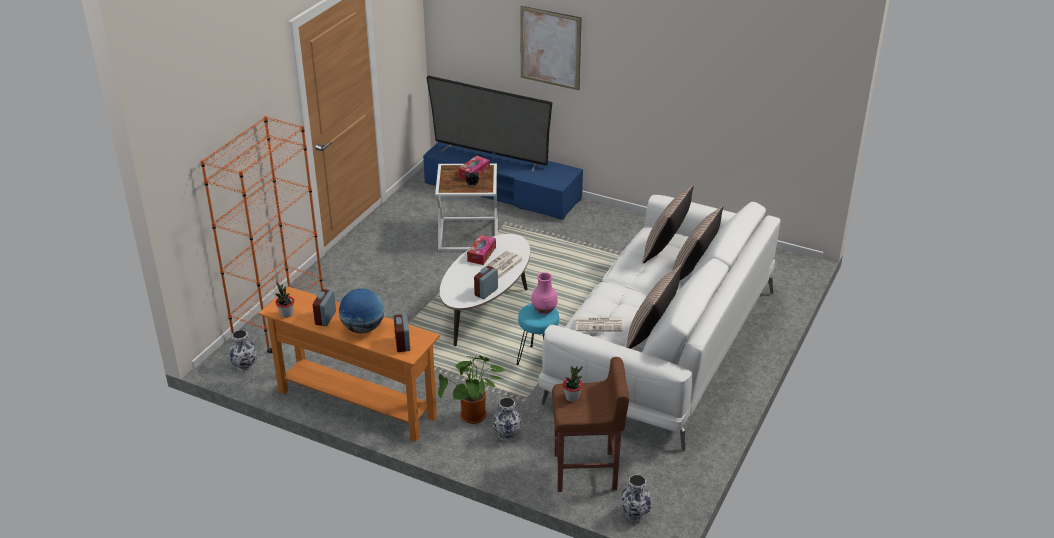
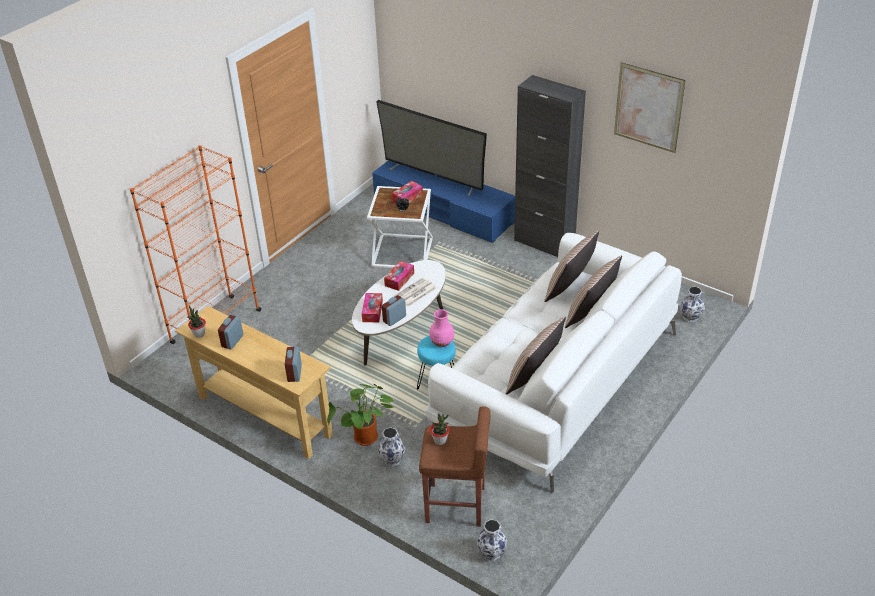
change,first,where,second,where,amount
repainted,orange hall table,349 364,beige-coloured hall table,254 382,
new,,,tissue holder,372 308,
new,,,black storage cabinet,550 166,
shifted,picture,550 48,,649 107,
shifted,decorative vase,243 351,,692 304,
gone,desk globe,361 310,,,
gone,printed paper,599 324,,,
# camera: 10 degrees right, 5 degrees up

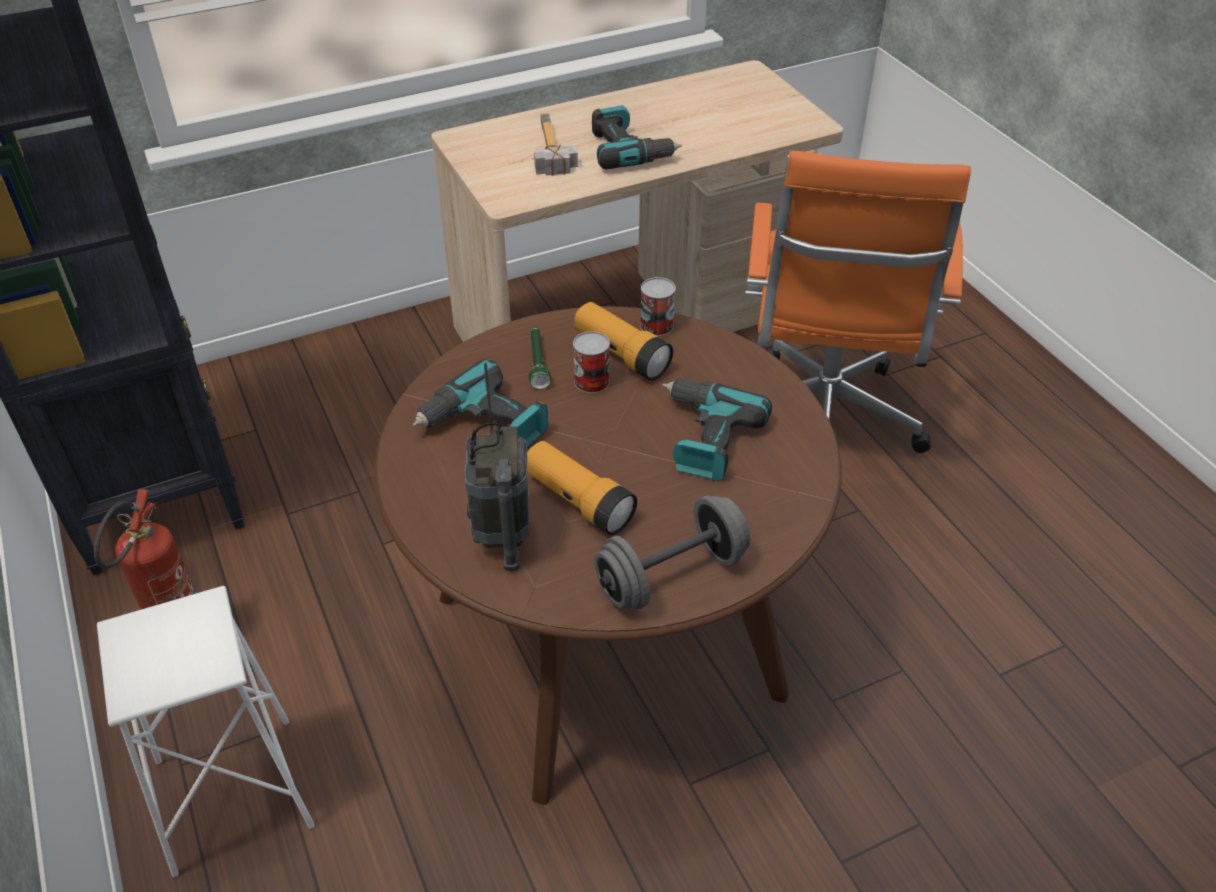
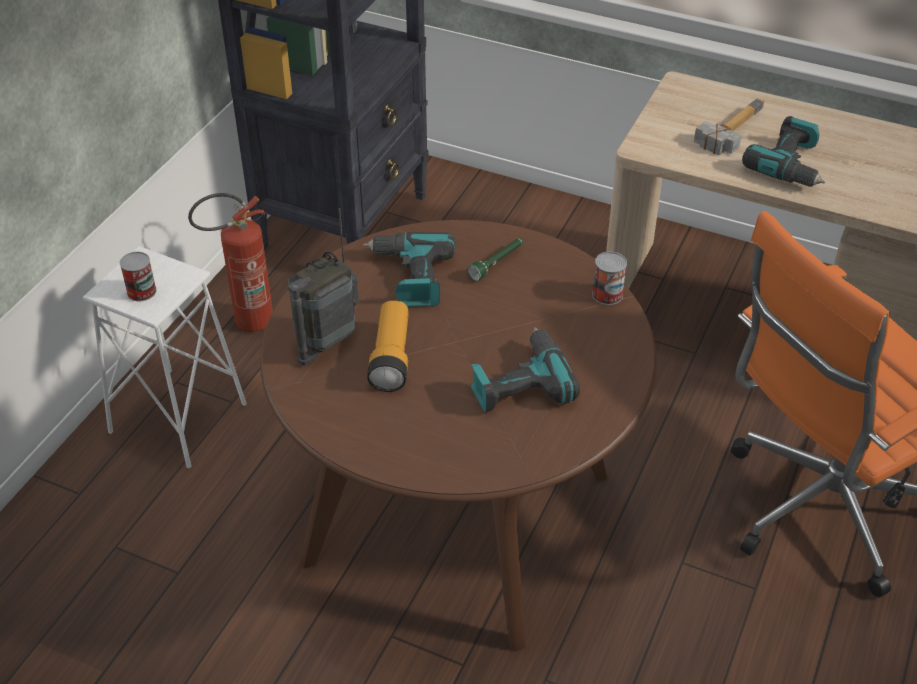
change,first,where,second,where,amount
shifted,metal can,591 362,,138 276,
gone,hand torch,623 341,,,
gone,grey free weight,672 552,,,
# camera: 50 degrees right, 0 degrees up

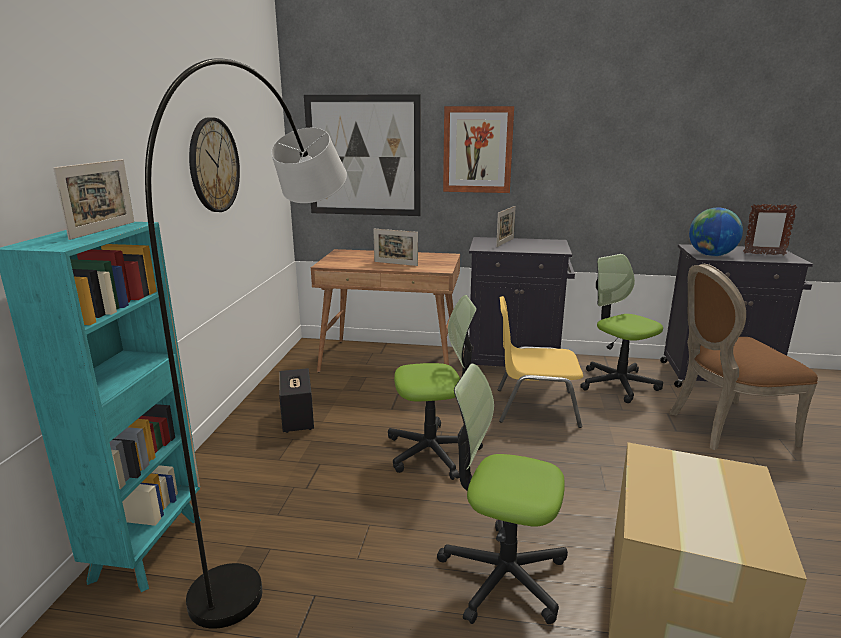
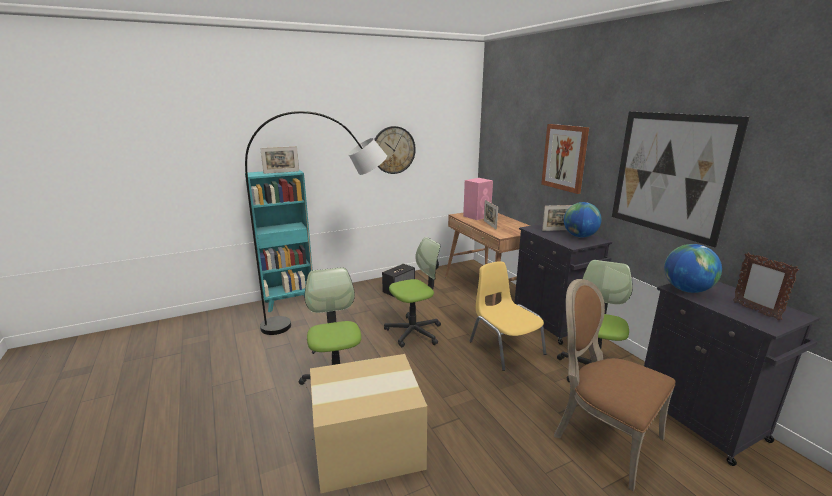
change,first,where,second,where,amount
rotated,office chair,435 387,,412 292,75 degrees counterclockwise
new,,,pink loudspeaker,478 199,
new,,,desk globe,582 220,
shifted,picture,362 155,,681 179,
# camera: 55 degrees right, 0 degrees up

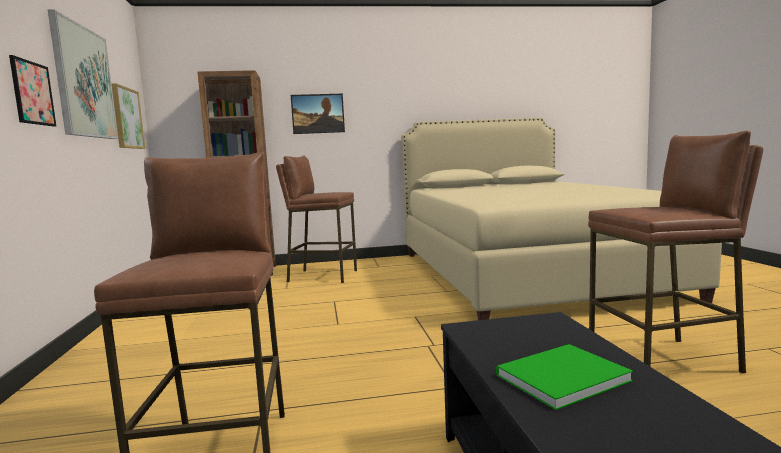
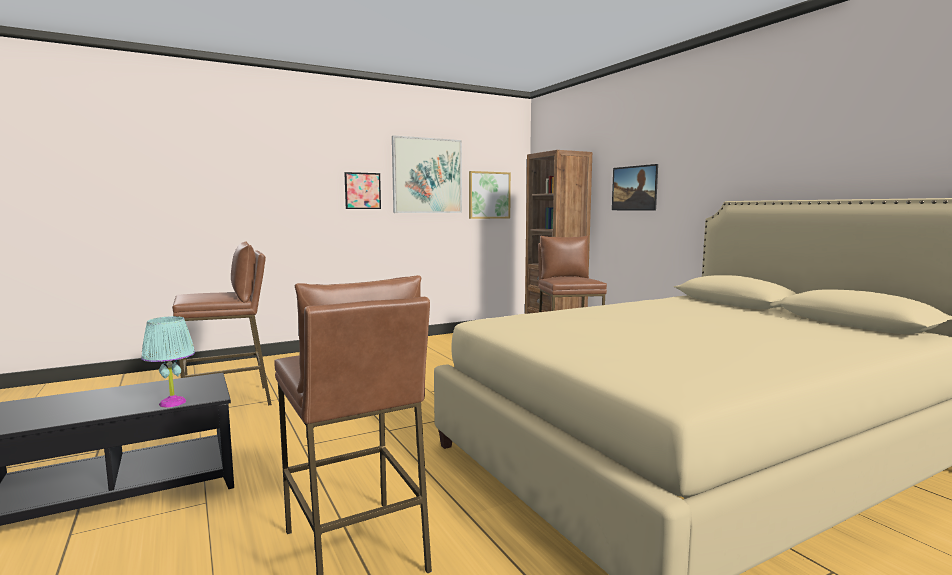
change,first,where,second,where,amount
new,,,blue-green lamp for a table,168 362,
gone,green-coloured volume,564 377,,,
# camera: 70 degrees right, 0 degrees up

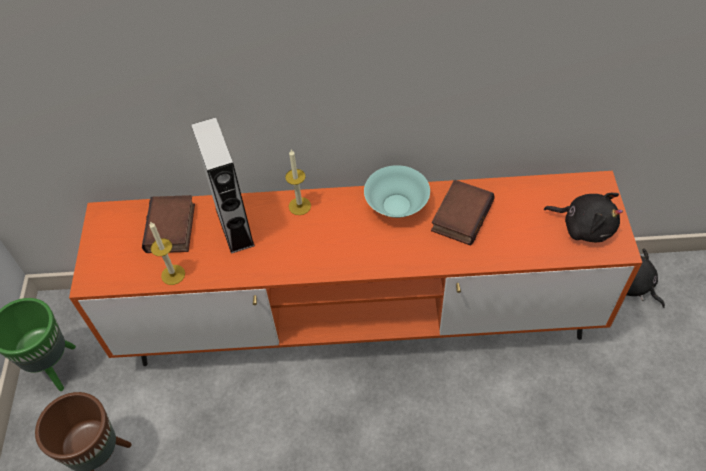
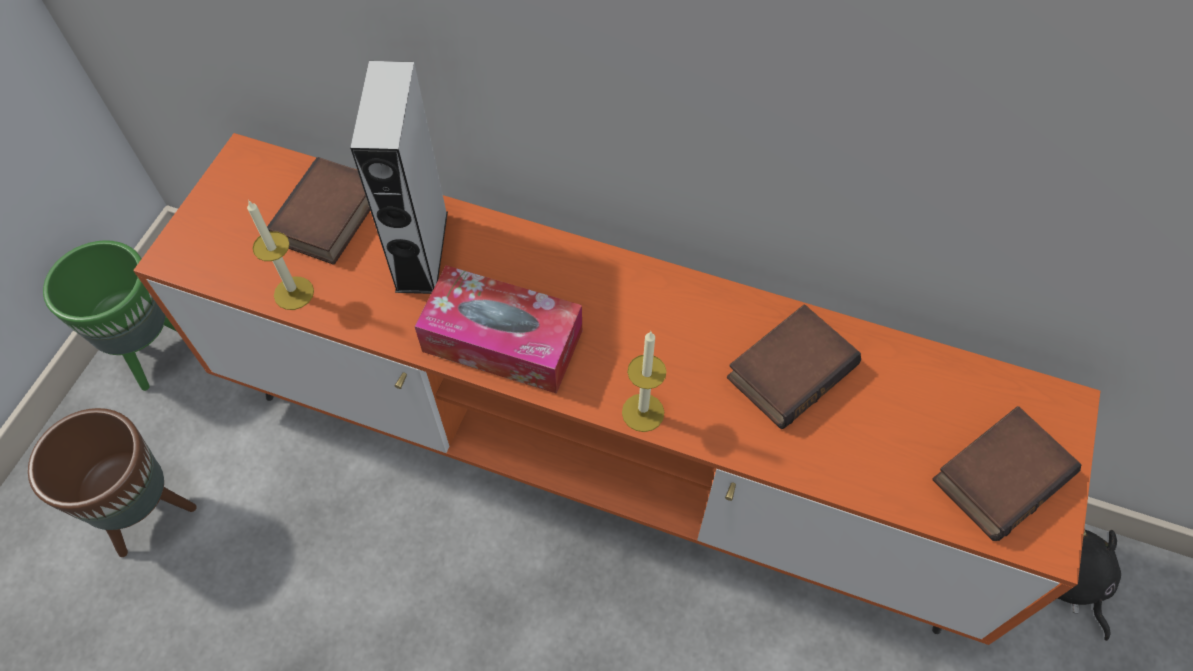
change,first,where,second,where,amount
new,,,tissue holder,498 329,
shifted,wax candle,298 182,,644 381,
swapped,black plush toy,583 217,volume,1006 473,
gone,blue-green serving bowl,397 191,,,
# camera: 20 degrees right, 5 degrees up

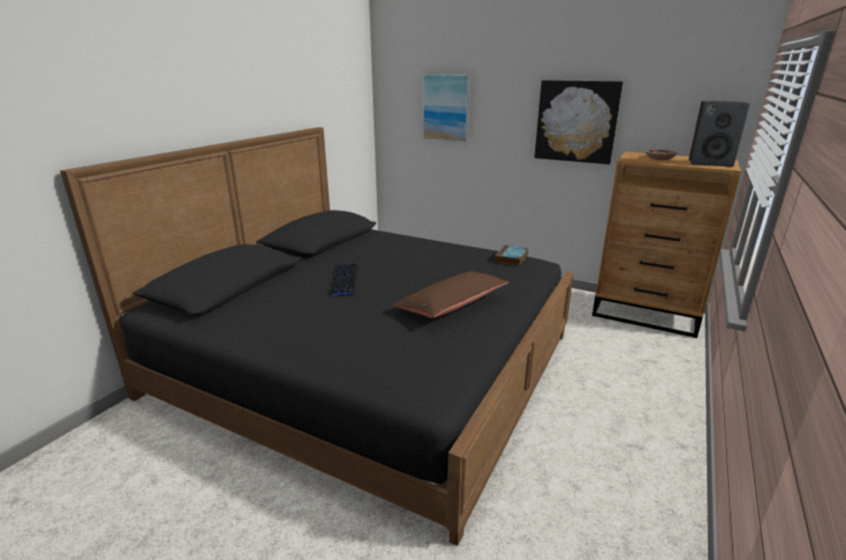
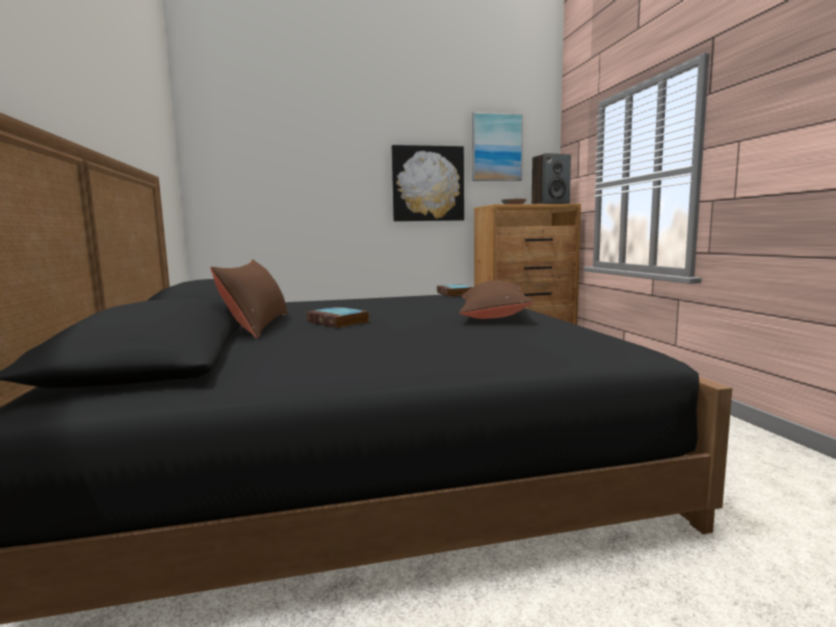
change,first,where,second,where,amount
new,,,brownish throw pillow,249 299,
swapped,PC keyboard,343 279,volume,337 317,
shifted,picture,446 108,,497 146,
# camera: 40 degrees left, 15 degrees down

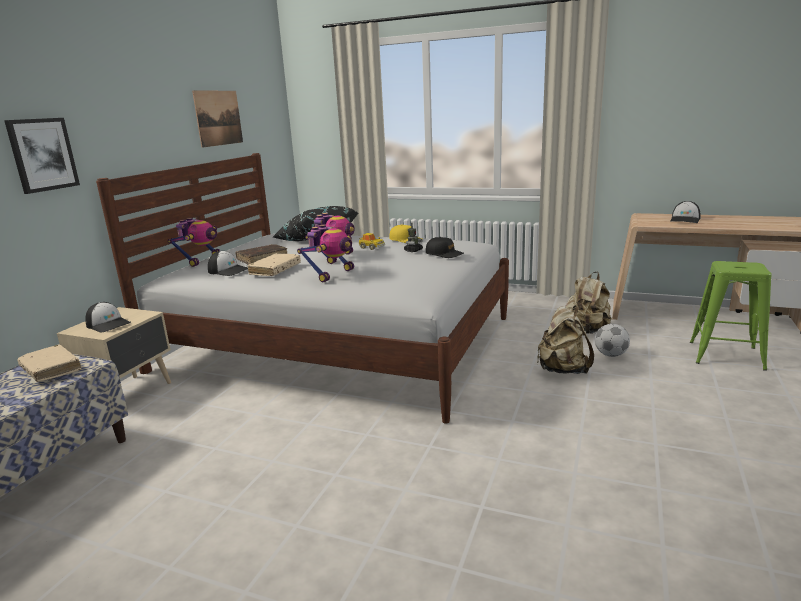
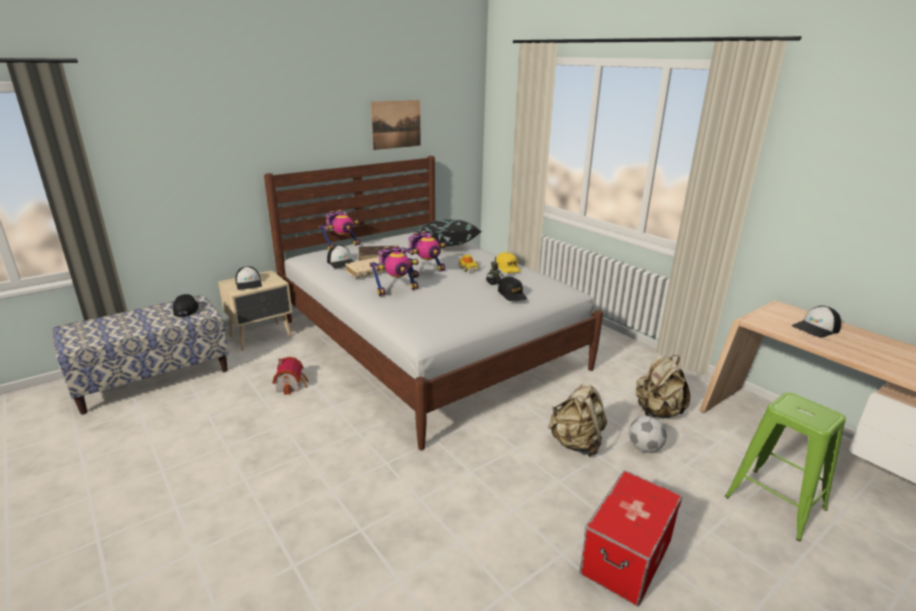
change,first,where,second,where,amount
swapped,beige-coloured volume,49 363,black baseball cap,186 305,
new,,,model house,290 376,
new,,,storage container,630 538,
gone,picture,42 156,,,
# camera: 30 degrees right, 5 degrees up

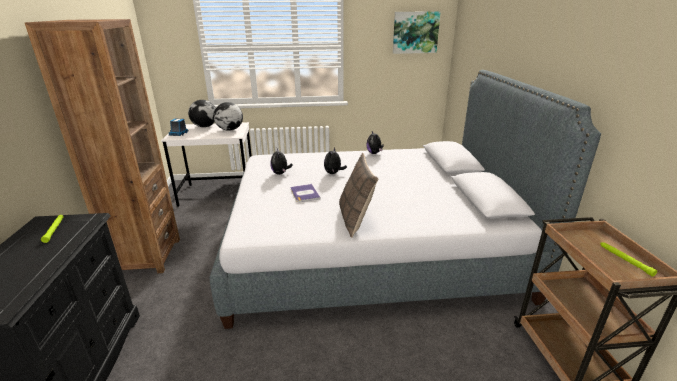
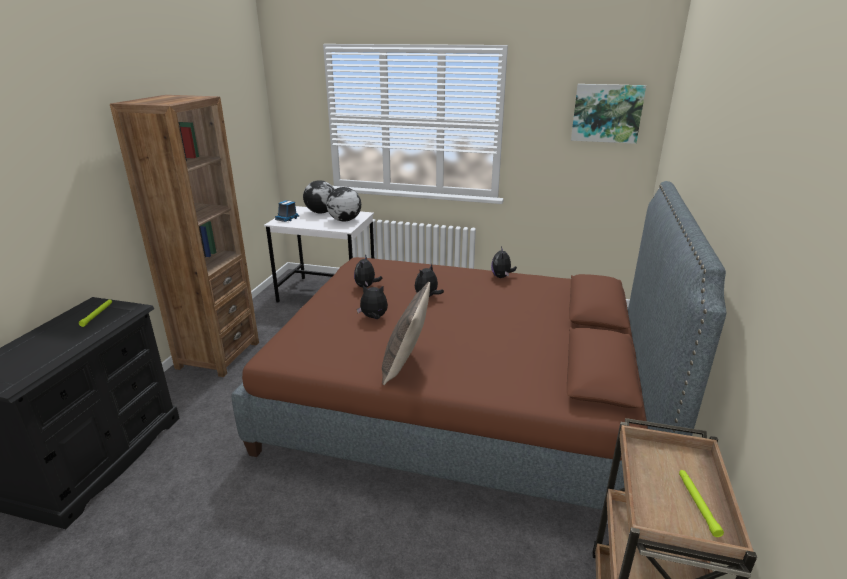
change,first,where,second,where,amount
repainted,grey bedroom bed,405 199,brownish bedroom bed,479 345,
swapped,volume,305 193,plush toy,372 302,
# camera: 20 degrees right, 0 degrees up

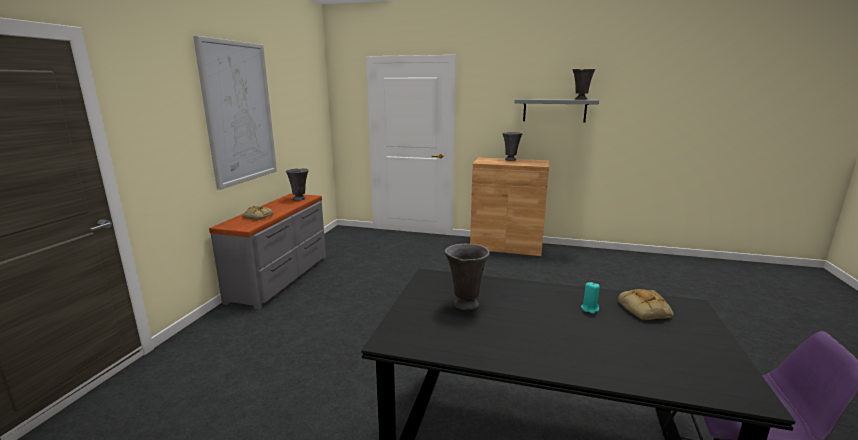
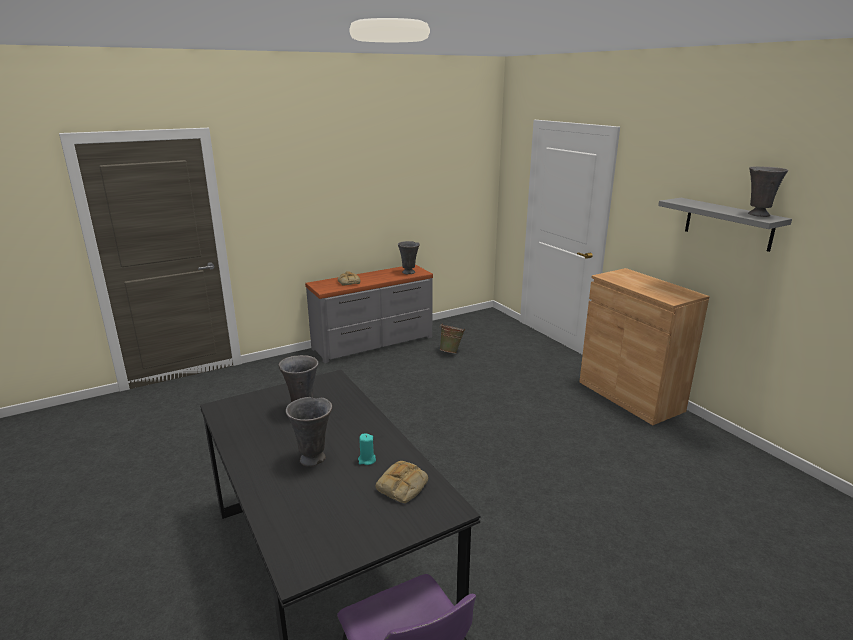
change,first,where,second,where,amount
shifted,grey decorative vase,512 146,,309 432,
new,,,green-coloured bucket,452 338,
gone,picture,235 113,,,
# camera: 45 degrees right, 5 degrees up

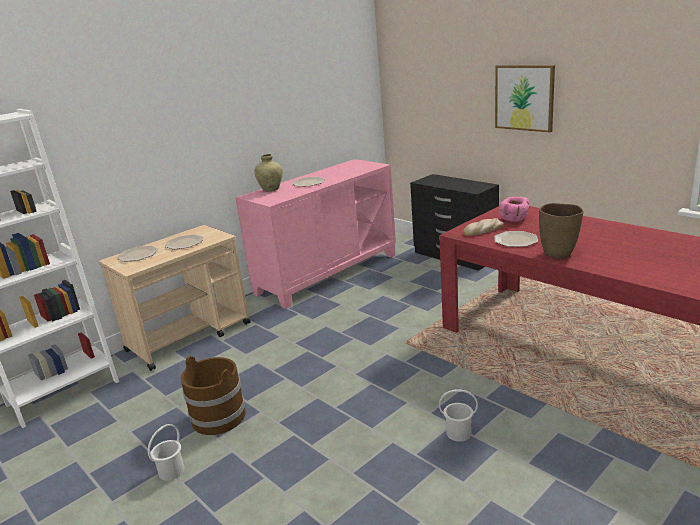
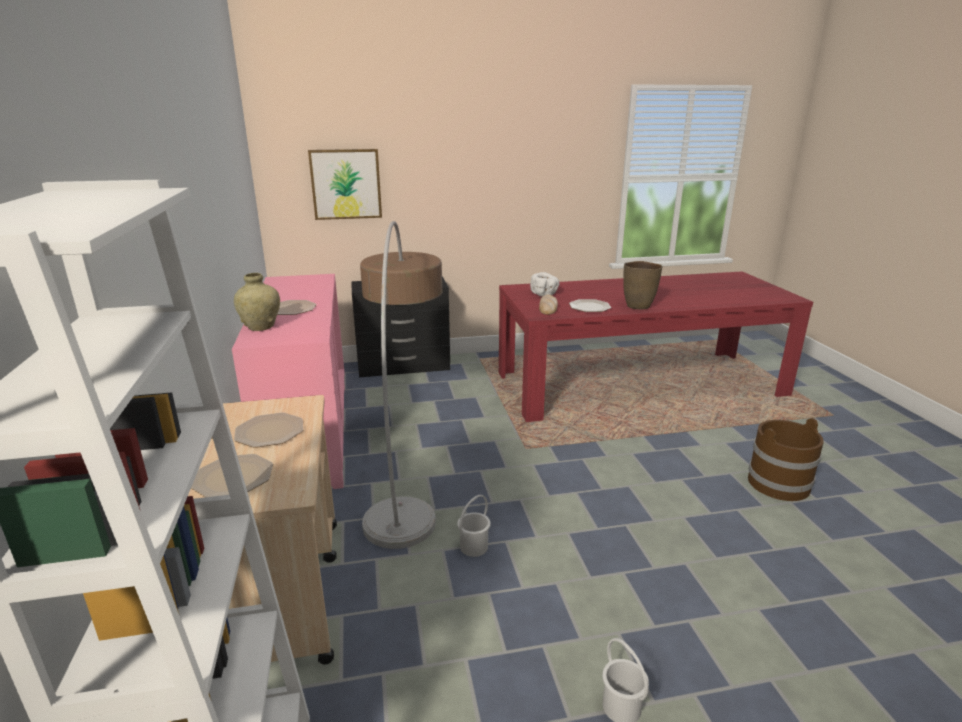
change,first,where,second,where,amount
shifted,picture,525 98,,345 184,
new,,,floor lamp,401 385,
shifted,white bucket,458 415,,474 526,
repainted,pink serving bowl,514 209,white serving bowl,544 284,
shifted,brownish bucket,213 395,,786 459,
# camera: 60 degrees left, 0 degrees up

